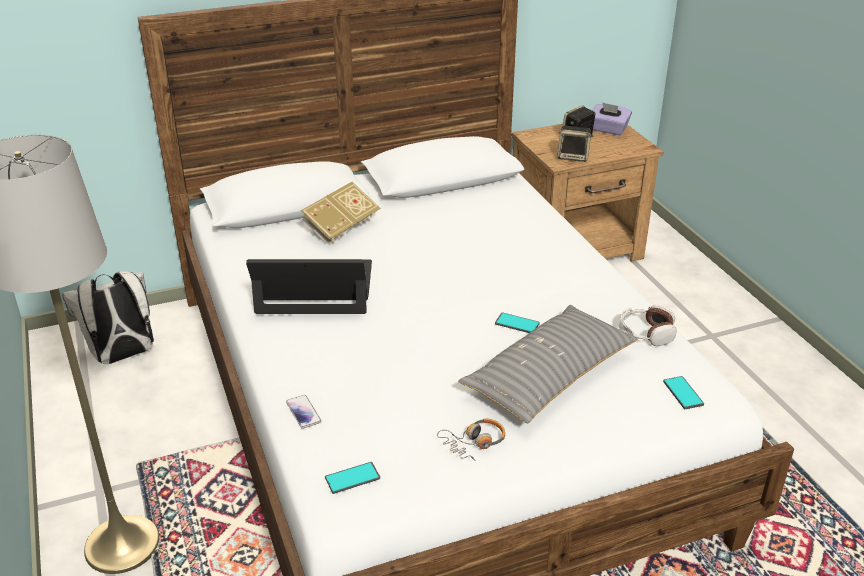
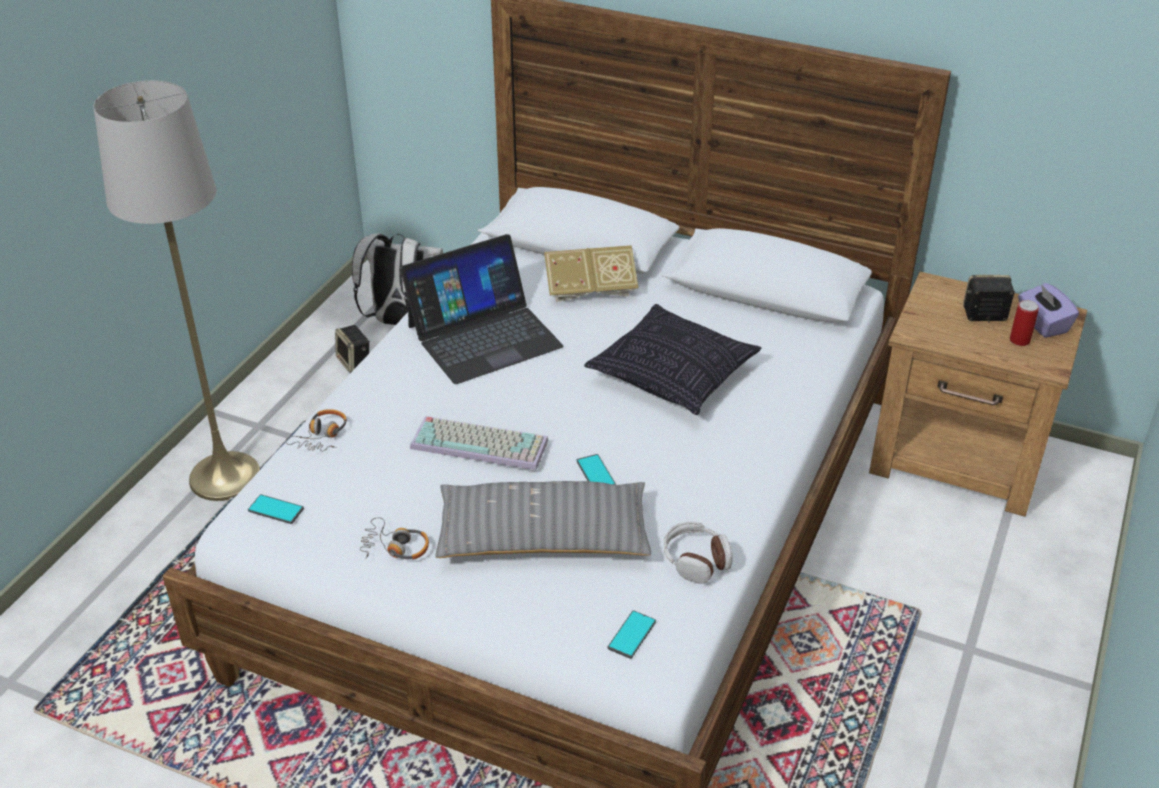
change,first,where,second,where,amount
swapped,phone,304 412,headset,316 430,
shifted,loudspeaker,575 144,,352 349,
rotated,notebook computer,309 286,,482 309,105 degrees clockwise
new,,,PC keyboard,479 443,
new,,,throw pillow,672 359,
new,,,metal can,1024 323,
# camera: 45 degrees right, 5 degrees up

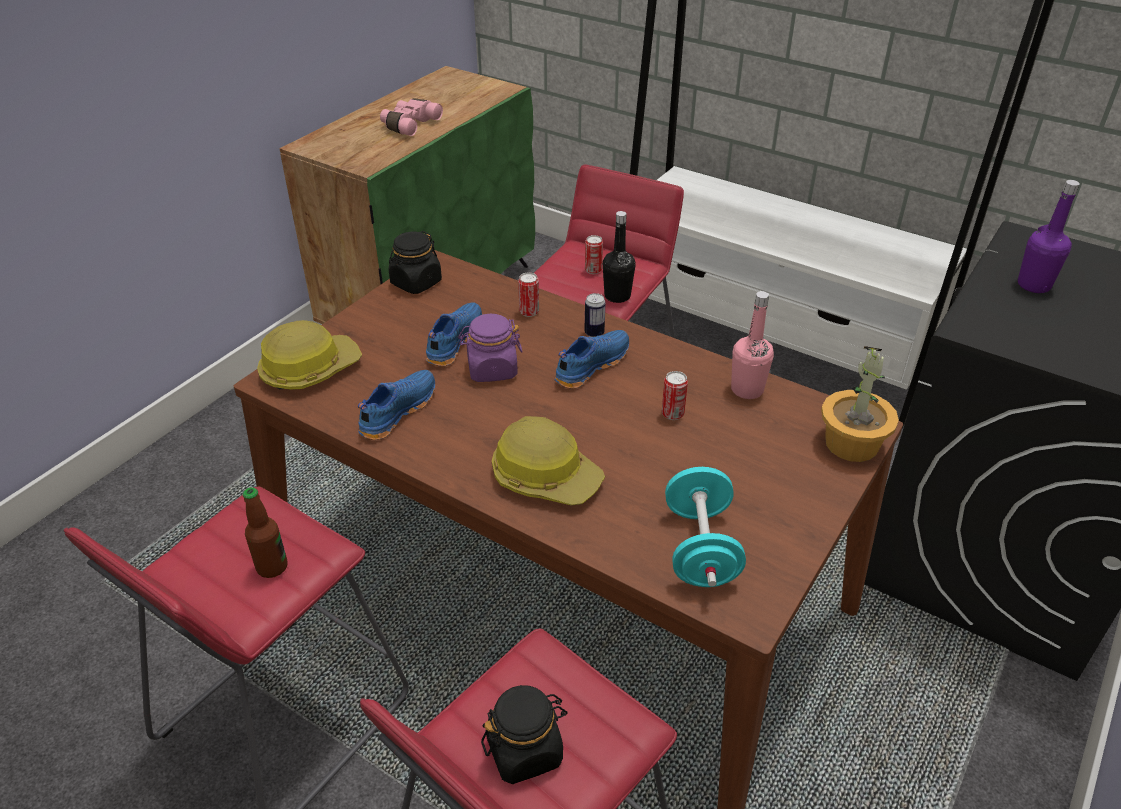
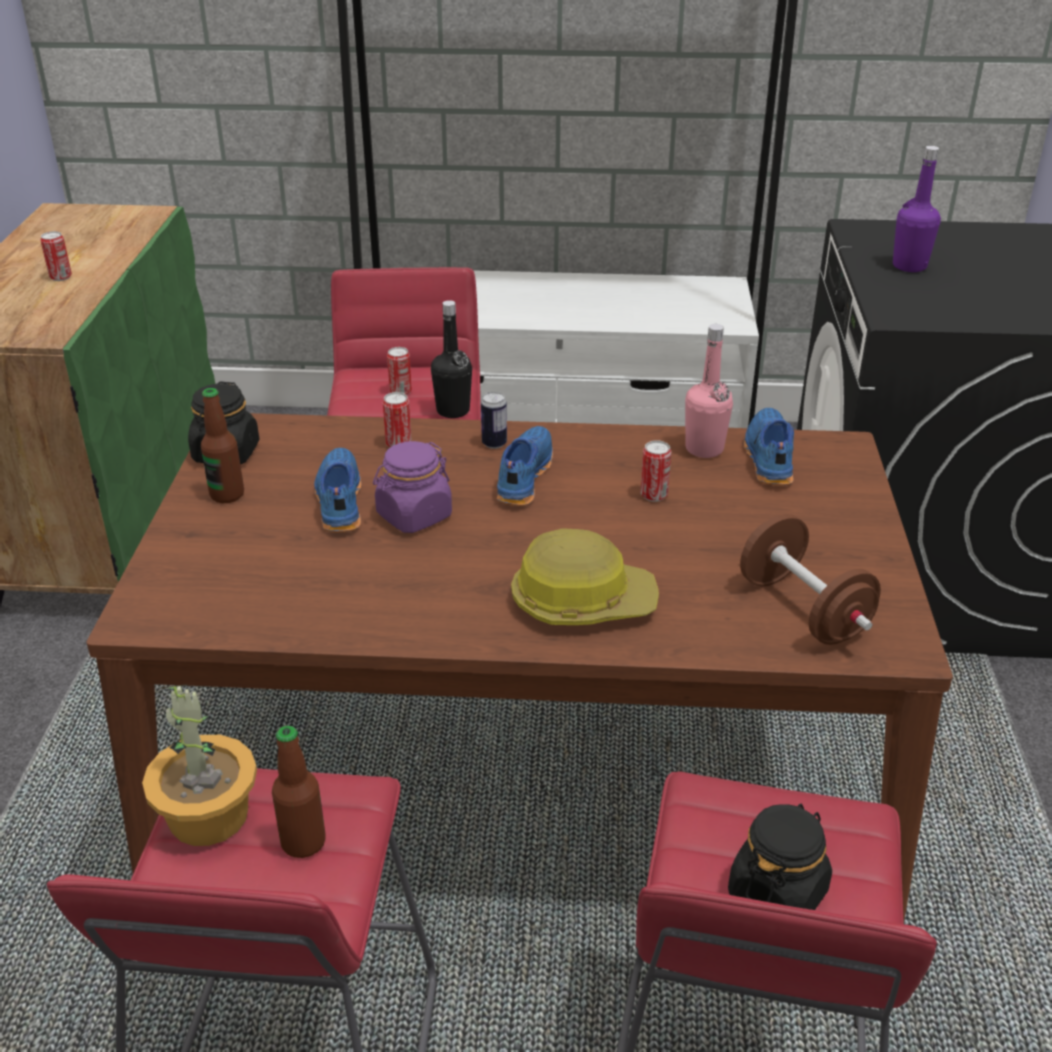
change,first,where,second,where,amount
swapped,pink pair of binoculars,411 117,metal can,56 256,
shifted,houseplant,860 404,,199 765,
new,,,beverage bottle,222 445,
repainted,blue-green free weight,705 527,brownish free weight,810 579,
shifted,blue-coloured item of footwear,396 405,,769 447,
gone,safety helmet,309 355,,,
# camera: 30 degrees left, 5 degrees down

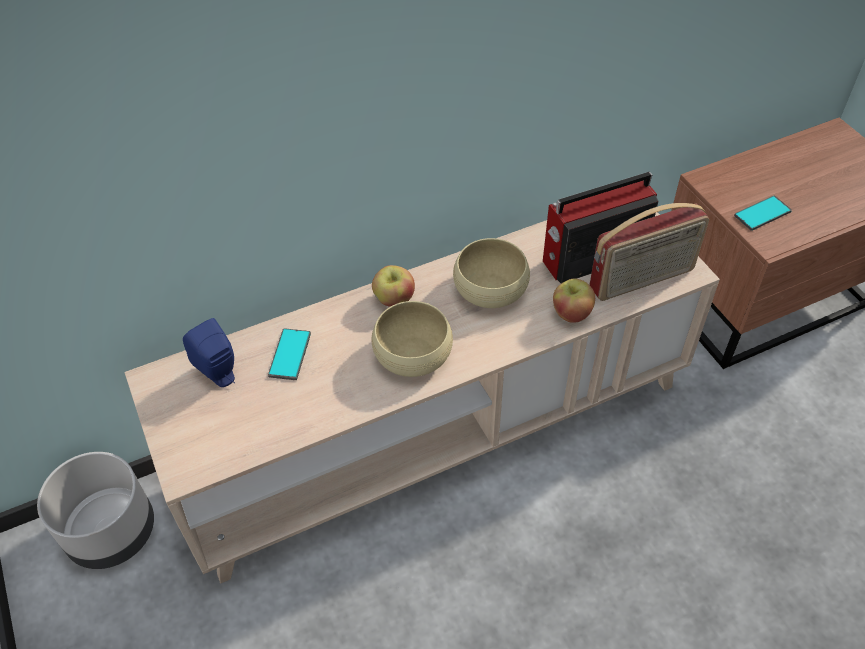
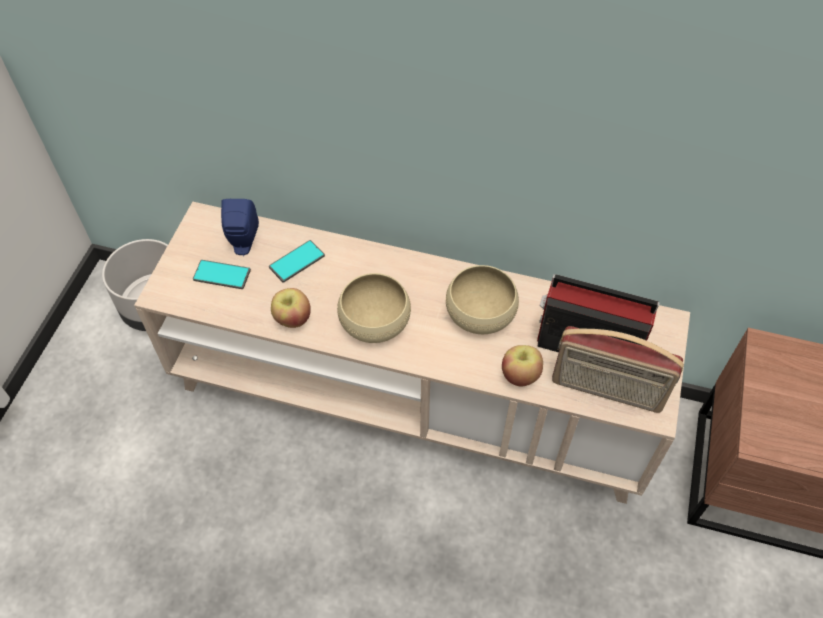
change,first,where,second,where,amount
shifted,phone,763 213,,222 274,
shifted,apple,393 286,,291 308,
# camera: 40 degrees right, 5 degrees up

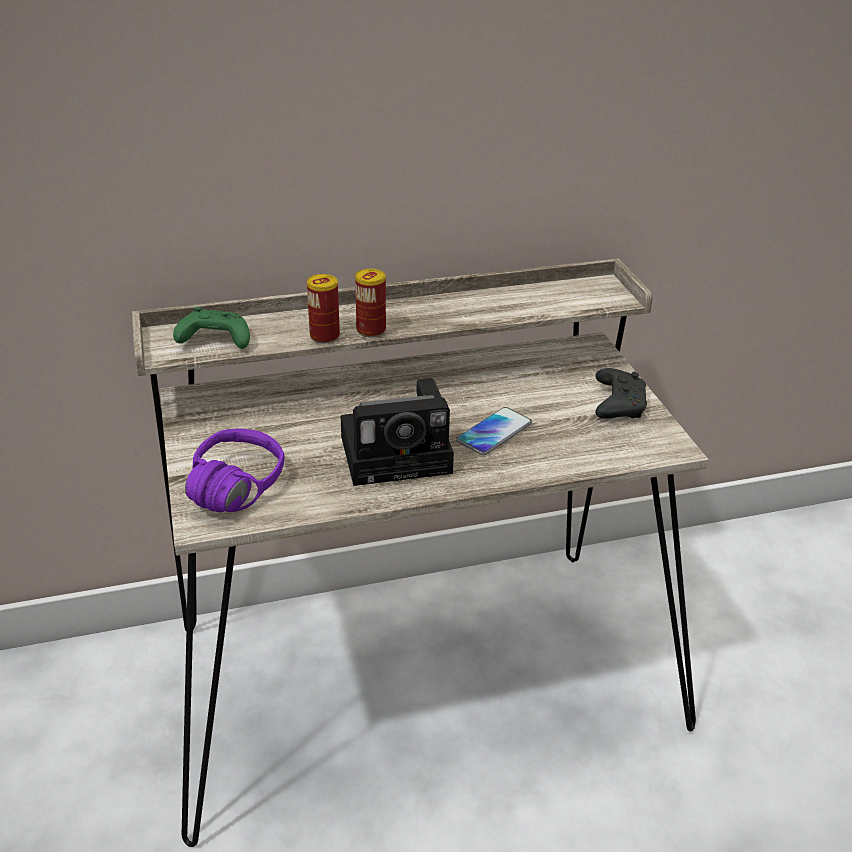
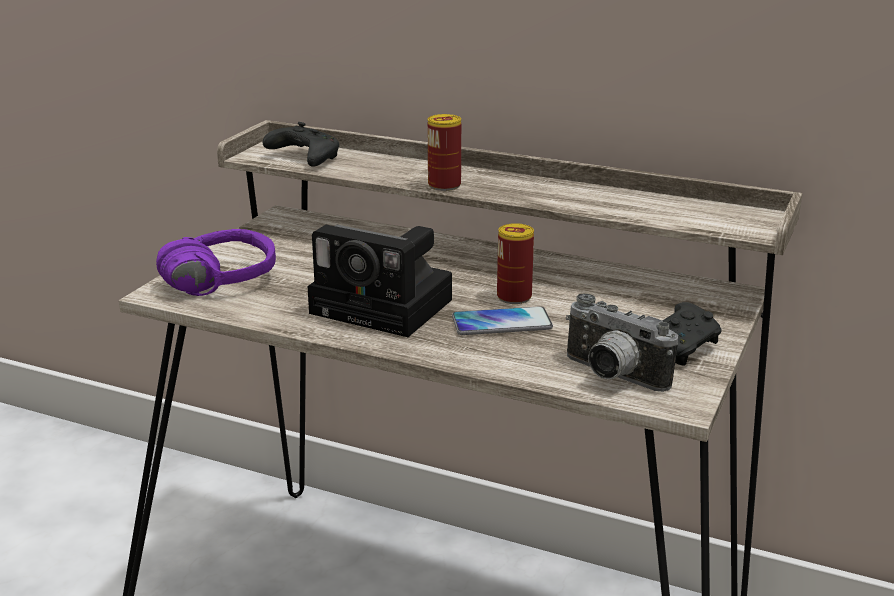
change,first,where,second,where,amount
repainted,green-coloured game controller,211 328,black game controller,301 144,
shifted,metal can,323 309,,515 263,
new,,,photo camera,622 342,
# camera: 40 degrees right, 10 degrees down

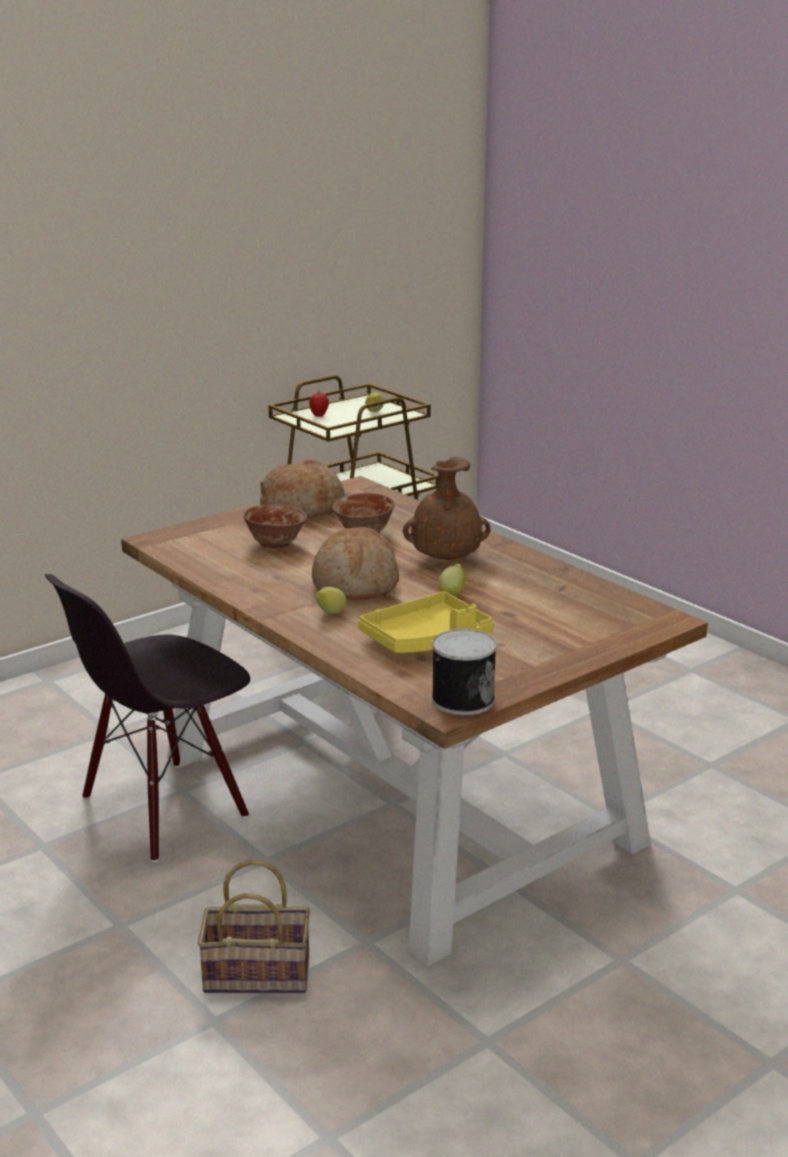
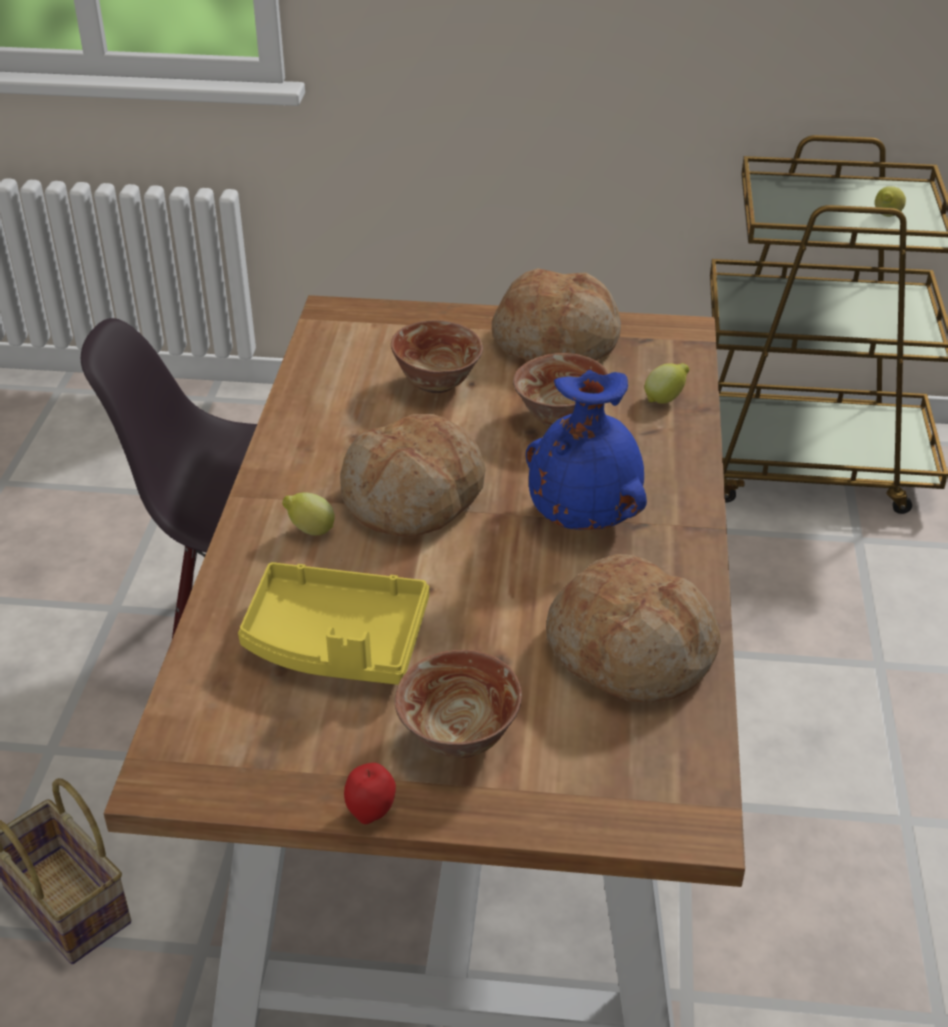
change,first,where,second,where,amount
shifted,apple,319 405,,370 793,
new,,,serving bowl,458 704,
repainted,brownish decorative vase,446 508,blue-coloured decorative vase,586 450,
new,,,bread,633 628,
shifted,citrus fruit,451 580,,666 383,
gone,metal can,464 672,,,
# camera: 45 degrees right, 15 degrees up

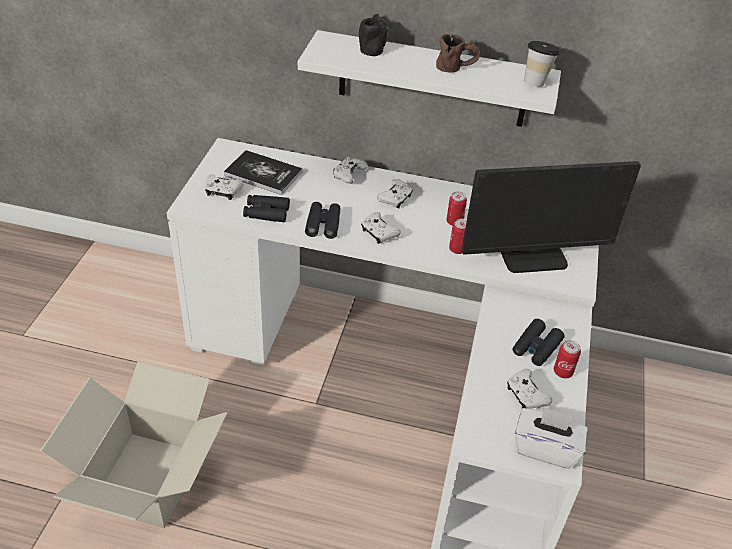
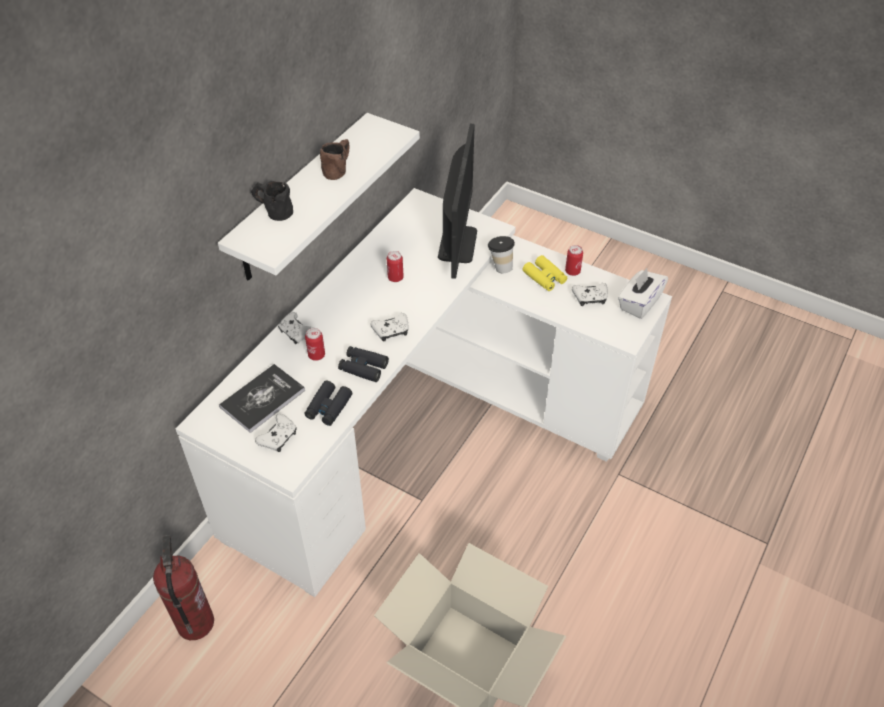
change,first,where,second,where,amount
new,,,fire extinguisher,183 587,
shifted,metal can,458 236,,315 344,
shifted,small cup,542 64,,501 254,
repainted,black pair of binoculars,539 342,yellow pair of binoculars,545 273,
gone,white game controller,395 194,,,
# camera: 70 degrees left, 5 degrees up

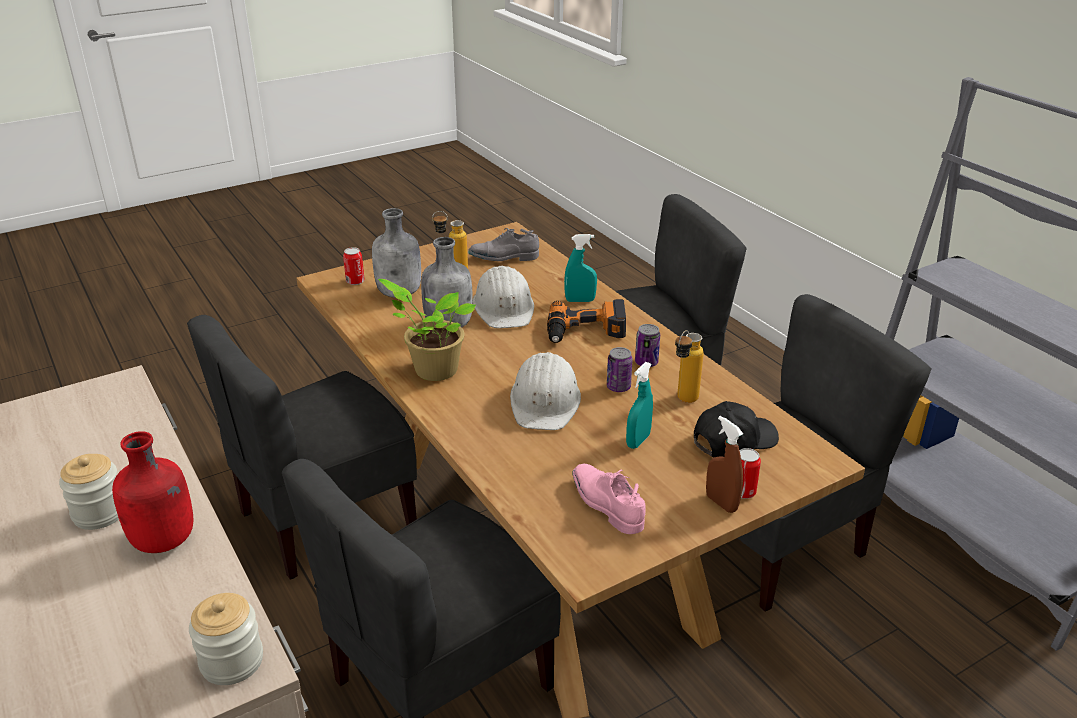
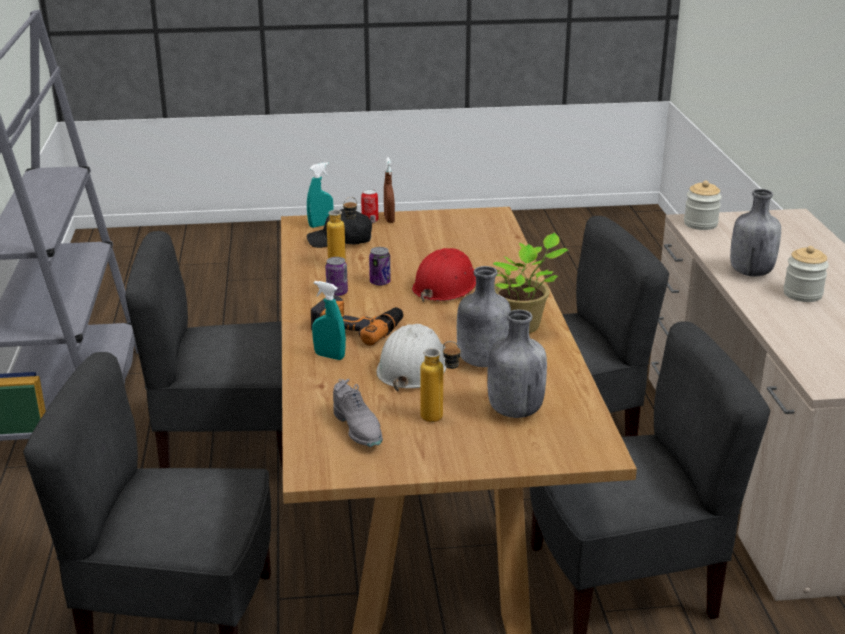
change,first,where,second,where,amount
shifted,blue-green spray bottle,639 405,,320 195,
rotated,grey item of footwear,503 244,,358 413,45 degrees clockwise
repainted,white safety helmet,545 391,reddish safety helmet,444 275,
repainted,reddish beverage bottle,152 492,grey beverage bottle,755 233,
gone,metal can,354 266,,,
gone,pink item of footwear,609 499,,,
# camera: 155 degrees left, 5 degrees down

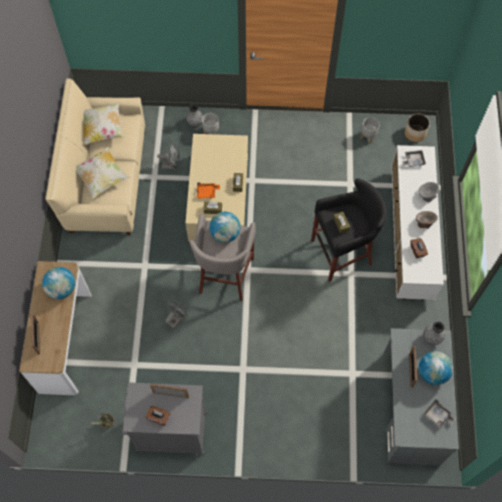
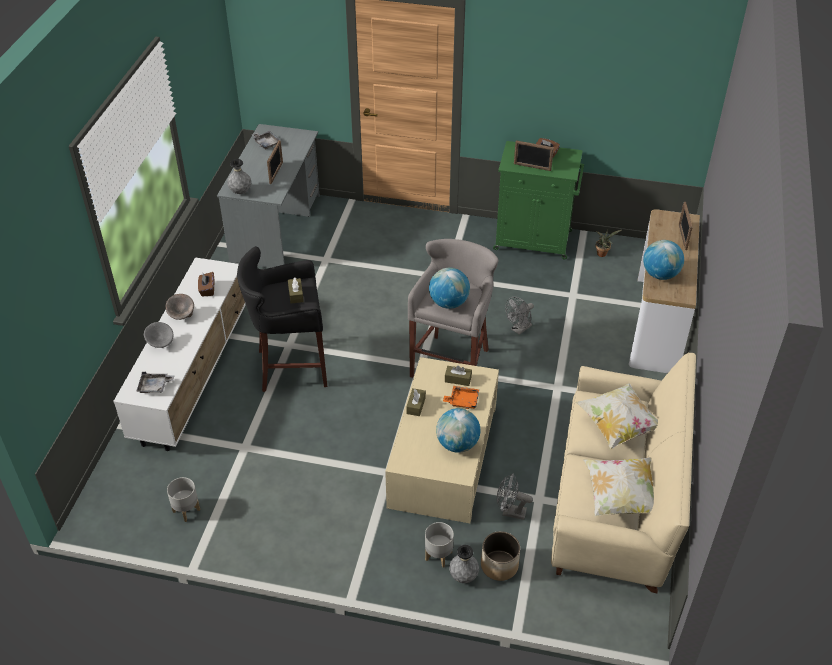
change,first,where,second,where,amount
shifted,desk globe,436 368,,458 430,
shifted,flower pot,417 128,,500 556,
repainted,grey storage cabinet,165 418,green-coloured storage cabinet,538 200,
# camera: 170 degrees left, 20 degrees down

